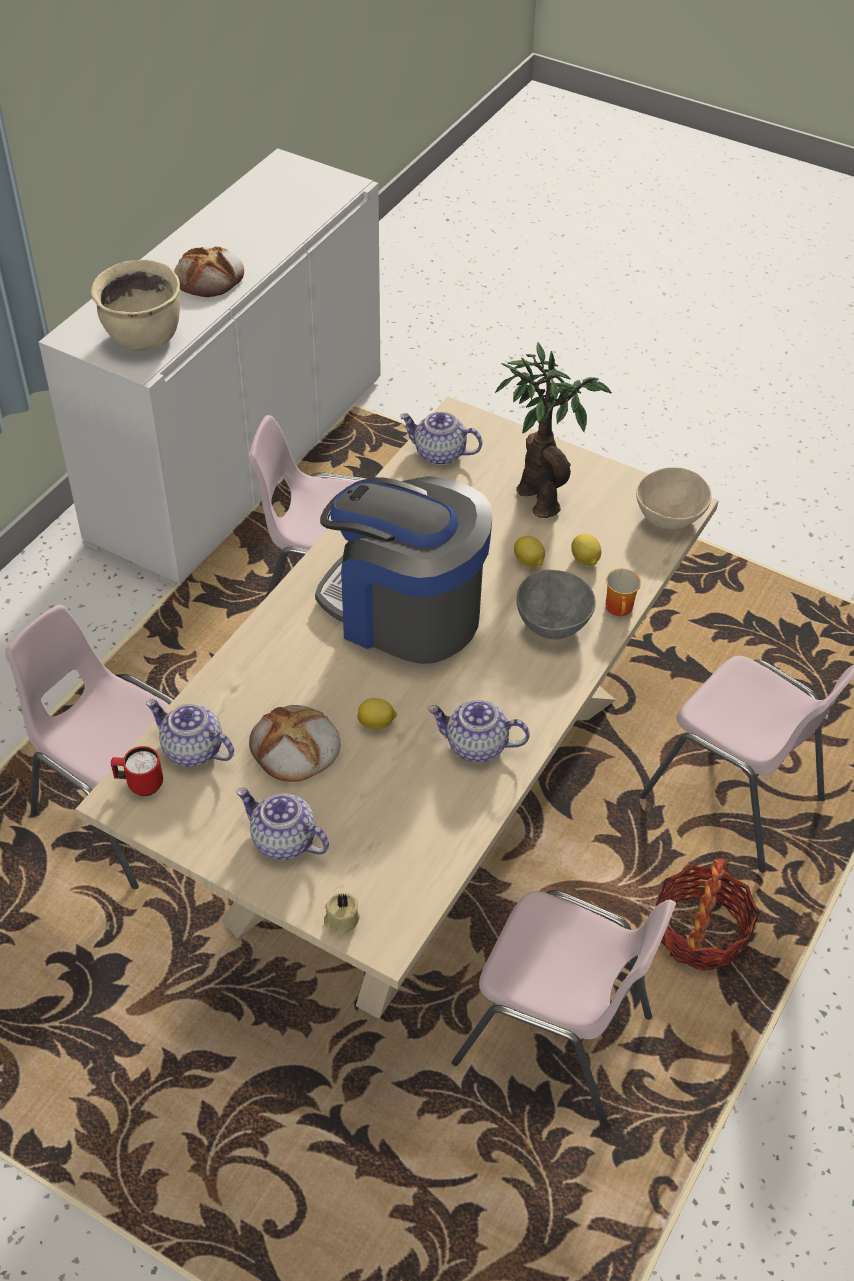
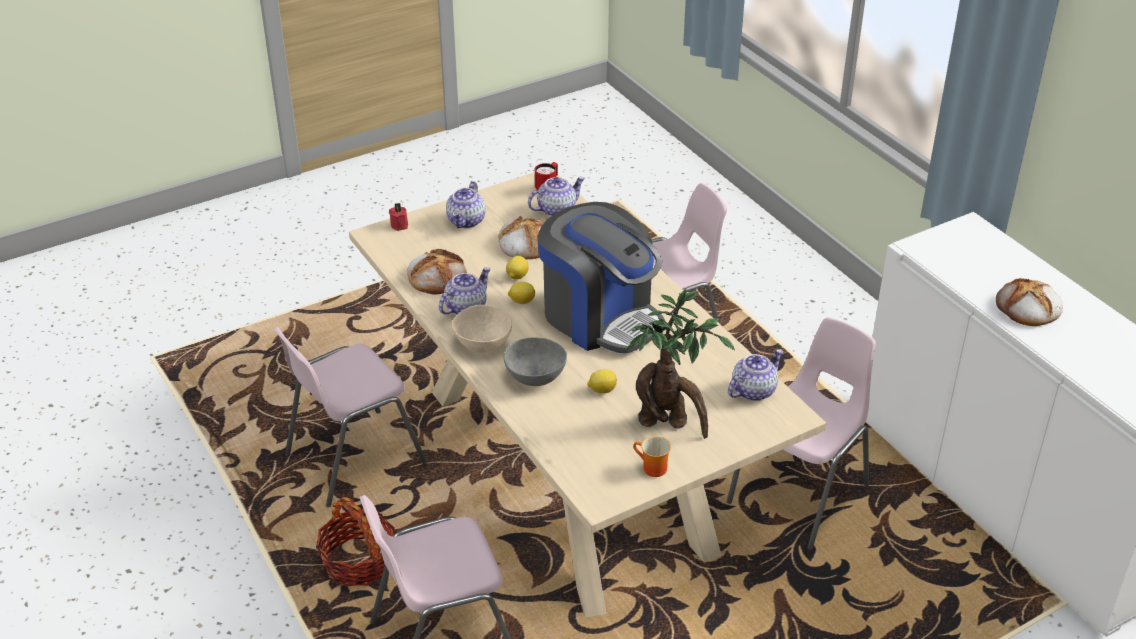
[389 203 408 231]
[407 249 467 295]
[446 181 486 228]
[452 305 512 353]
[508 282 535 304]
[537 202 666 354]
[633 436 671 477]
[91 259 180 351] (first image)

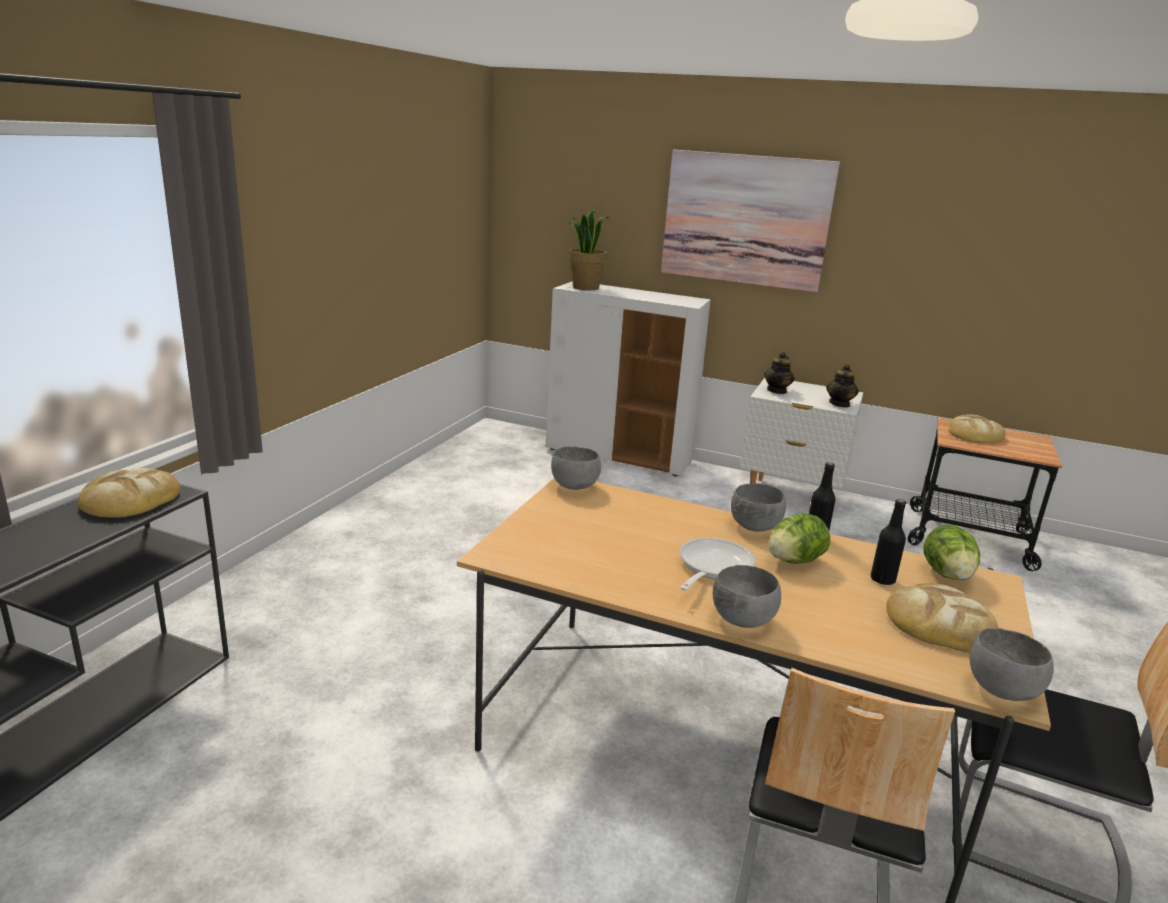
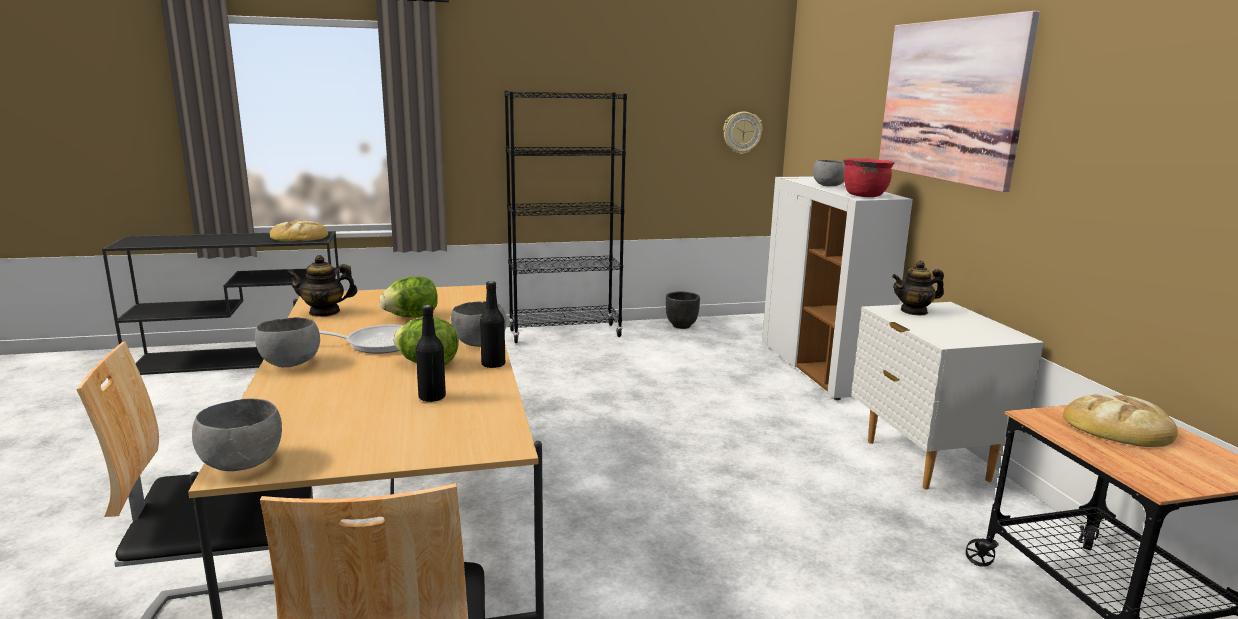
[287 255 358 317]
[380 276 438 317]
[504 91 627 343]
[666 291 700 329]
[723 112 763 154]
[813 160 845 186]
[843 158 894 197]
[569 210 609 290] (first image)
[886 583 999 652] (first image)

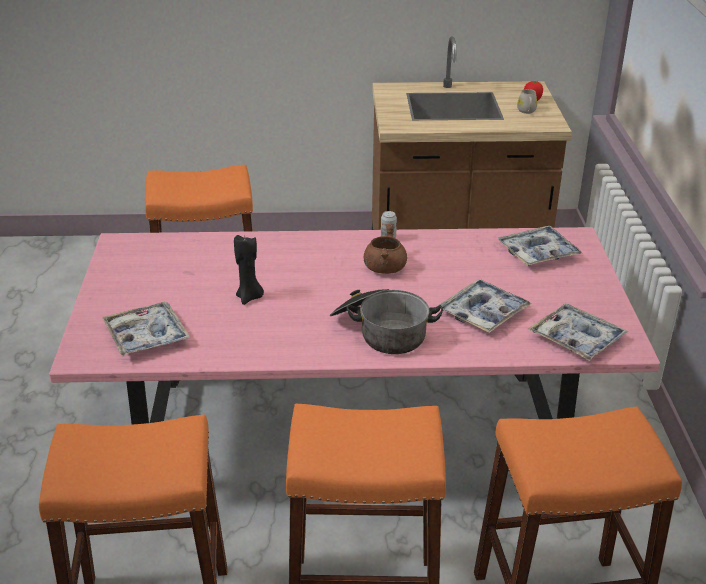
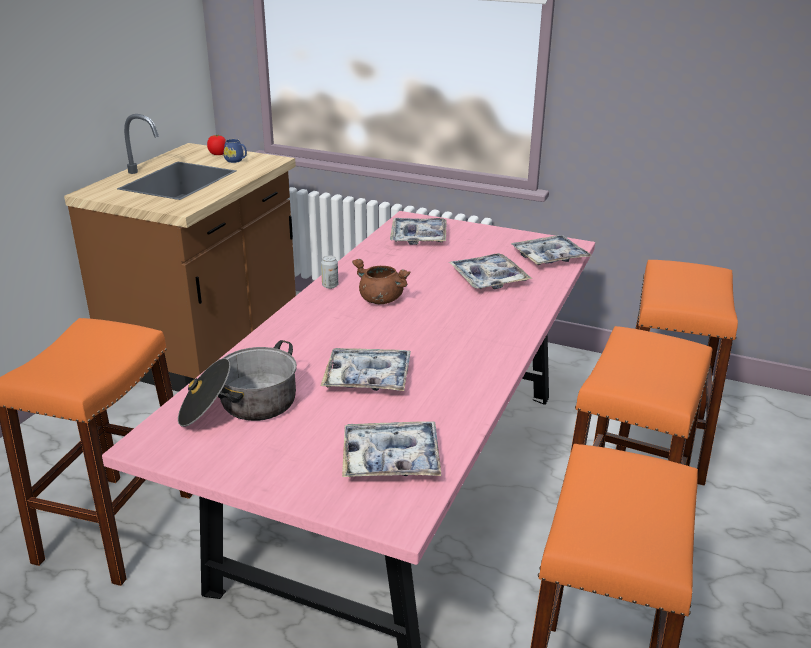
[178 340 297 427]
[224 139 247 163]
[320 348 411 391]

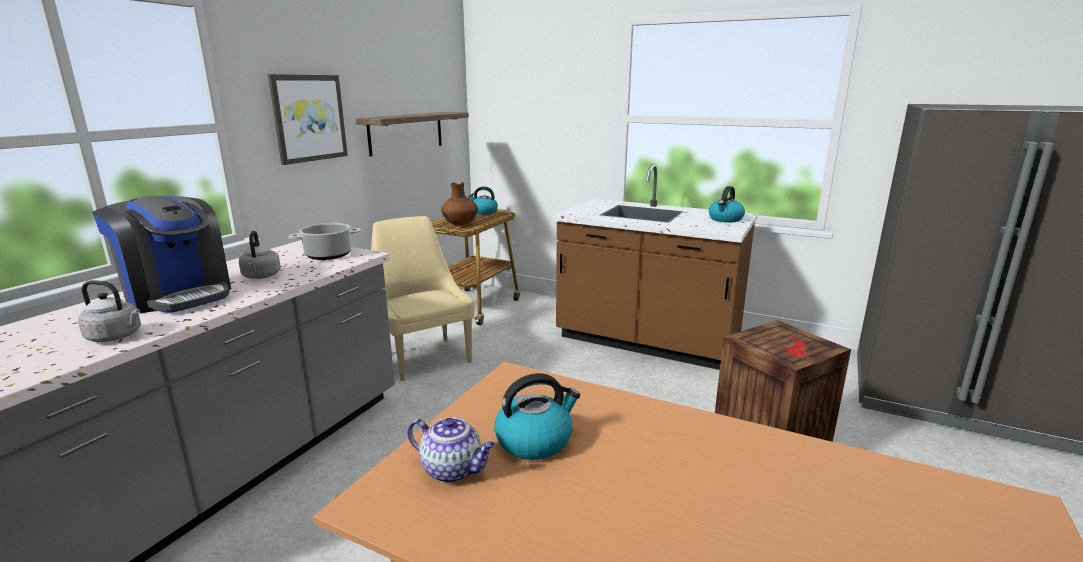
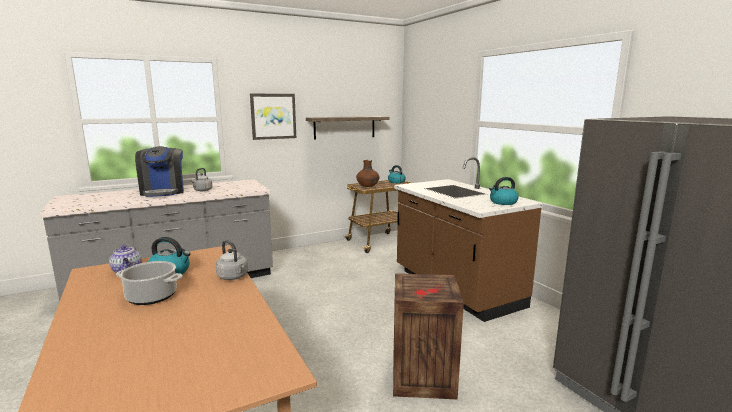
[116 261 183 305]
[216 240 248 280]
[371 216 475 381] (first image)

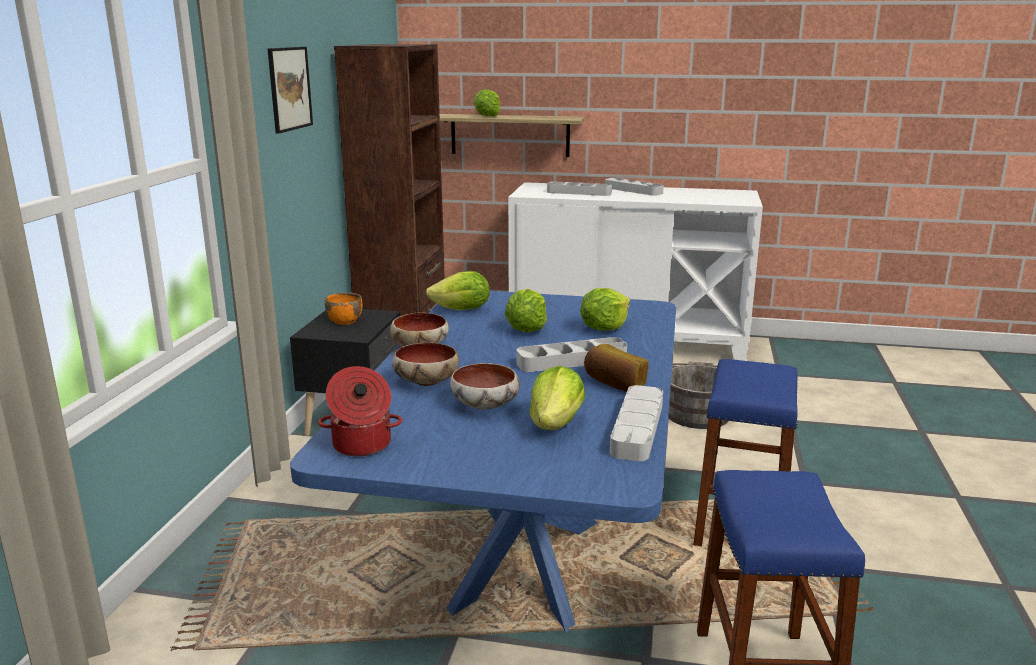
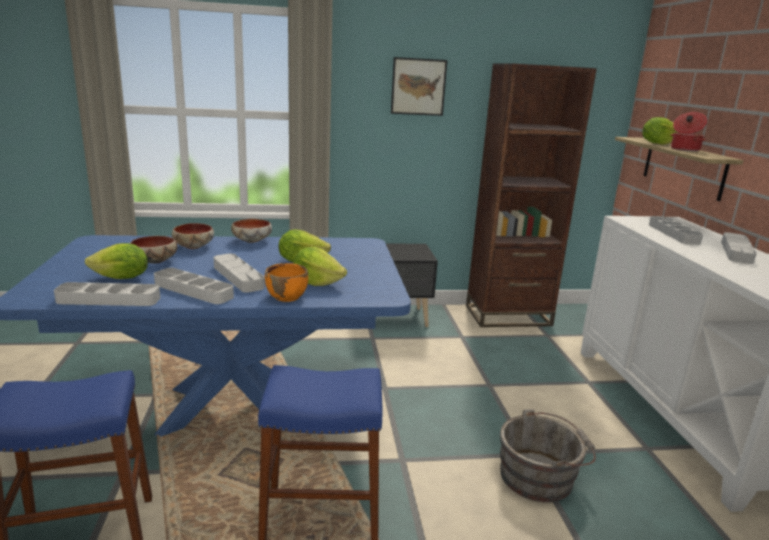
[154 268 234 304]
[265 263 308 302]
[671 112 707 151]
[426 271 490 310] (first image)

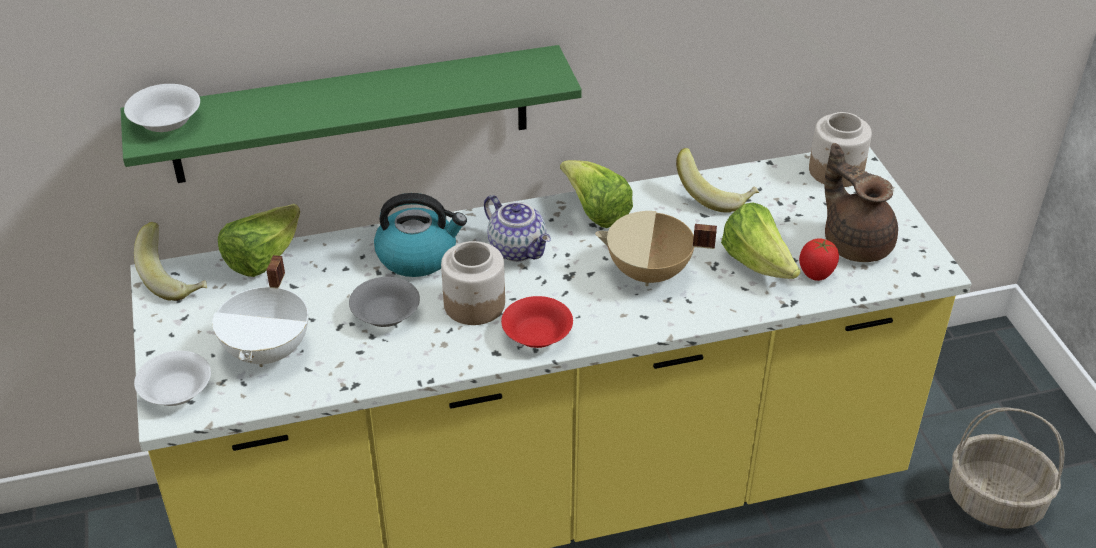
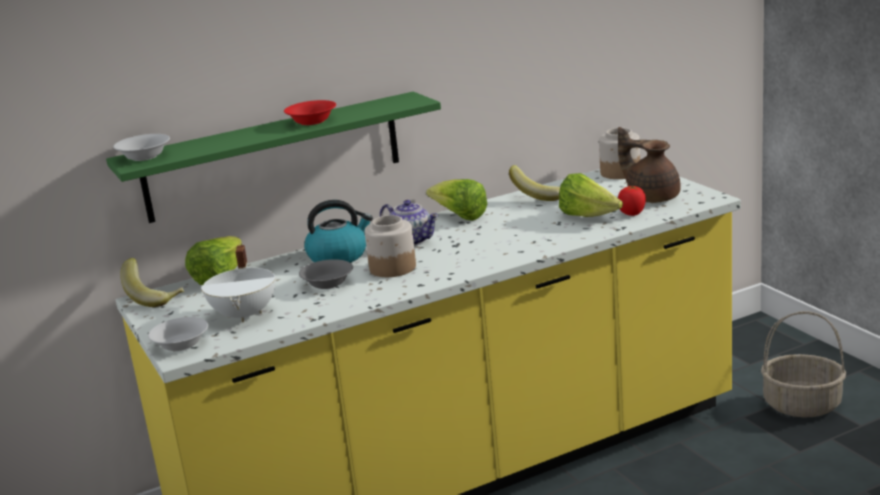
[284 100 336 125]
[595 211 717 286] (first image)

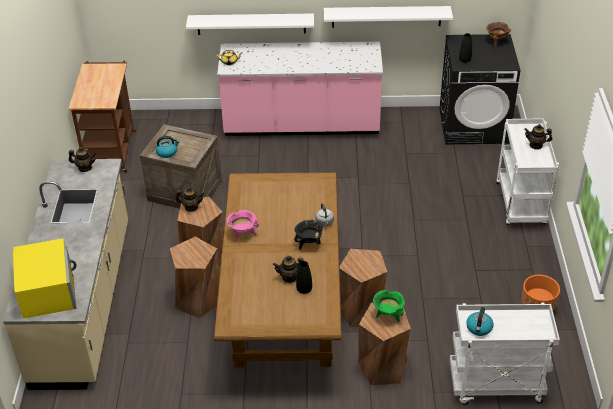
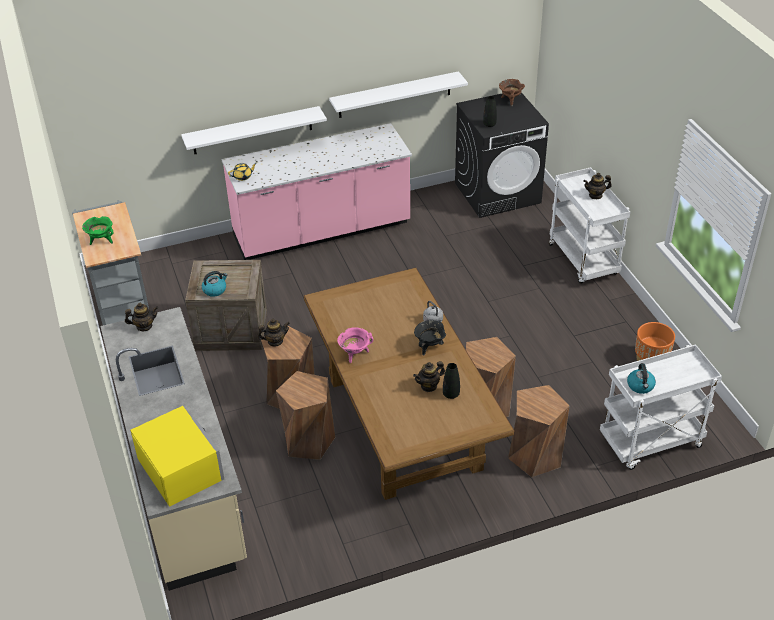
[72 200 149 325]
[82 216 114 245]

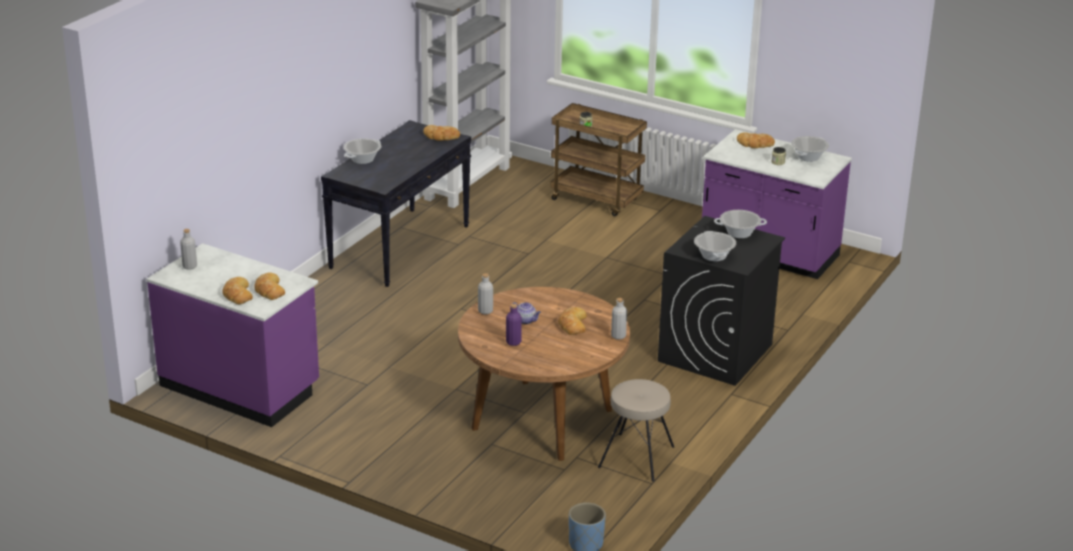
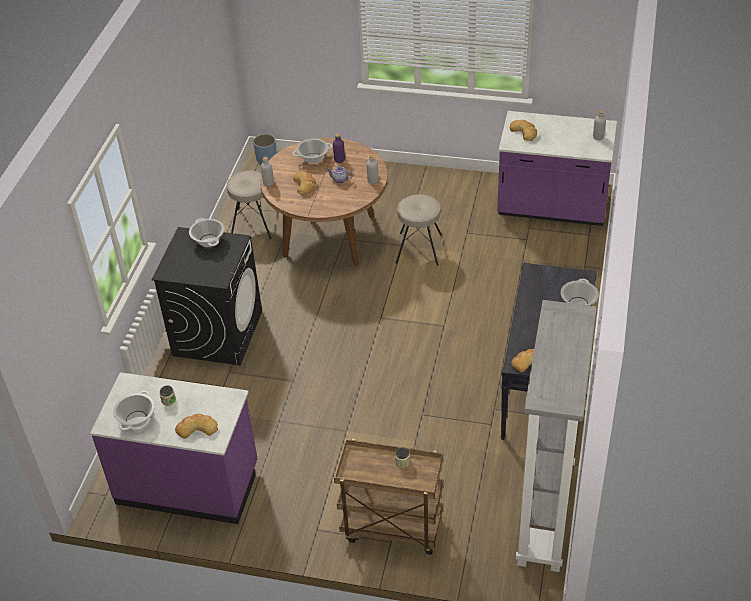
[292 139 333 164]
[396 194 442 266]
[222 277 253 304] (first image)

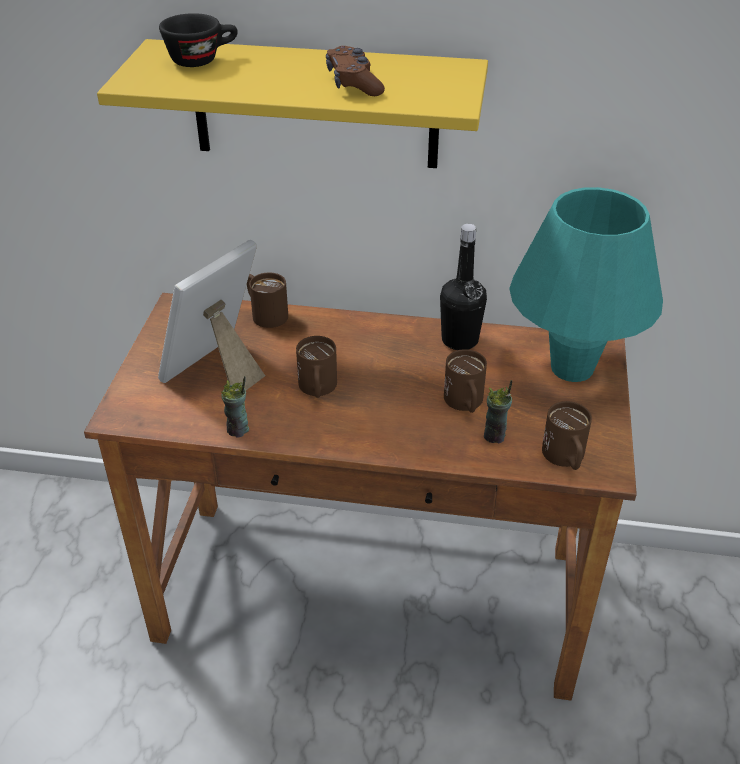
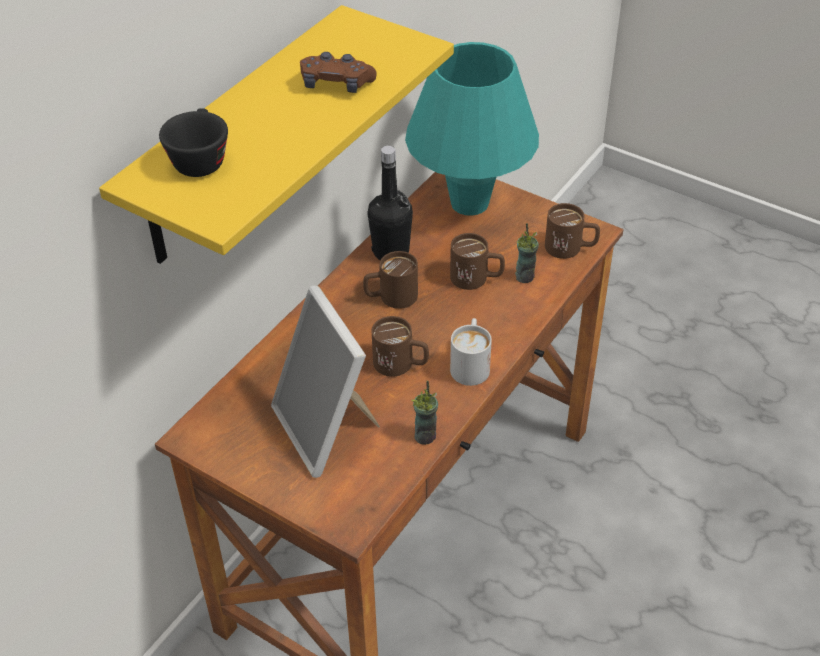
[363 251 418 309]
[450 318 492 386]

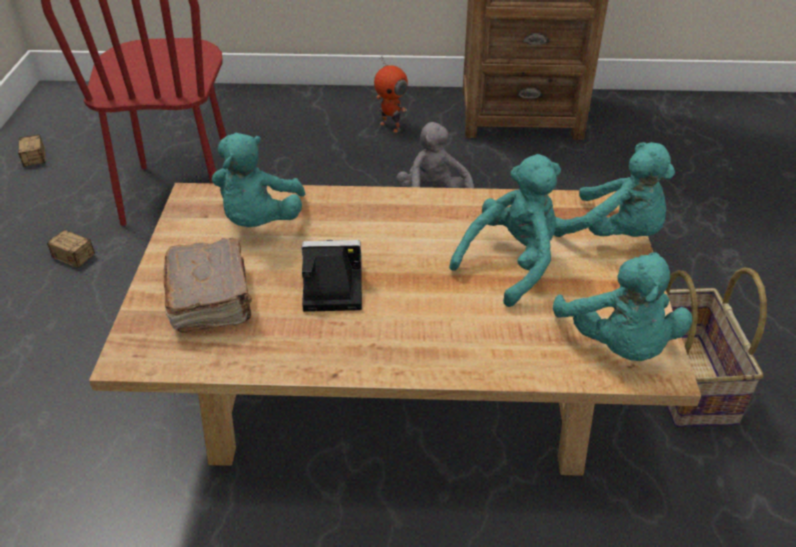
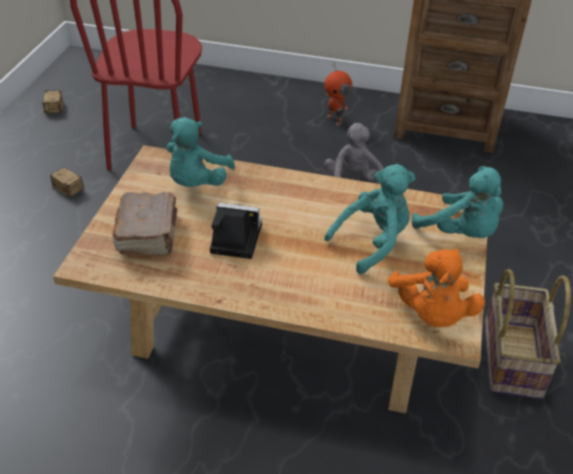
[388 249 485 327]

